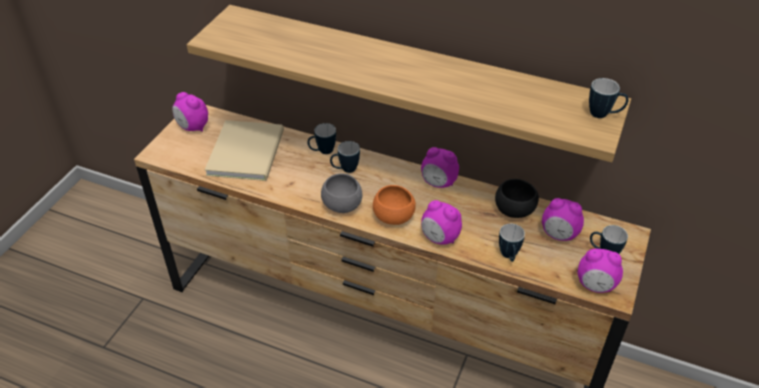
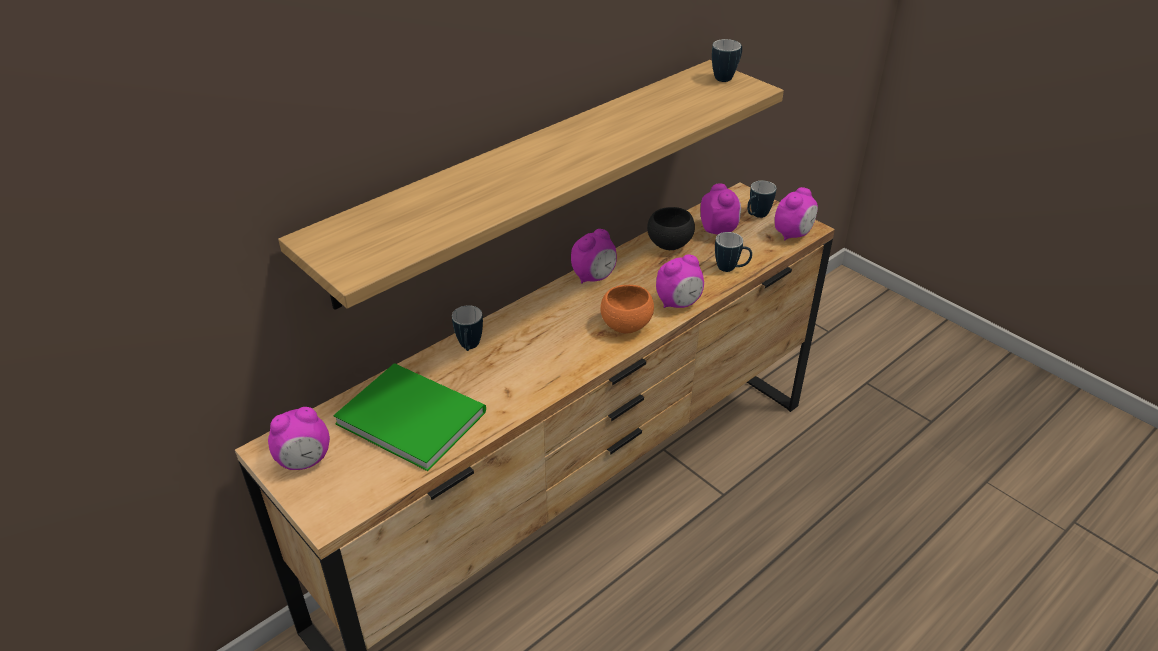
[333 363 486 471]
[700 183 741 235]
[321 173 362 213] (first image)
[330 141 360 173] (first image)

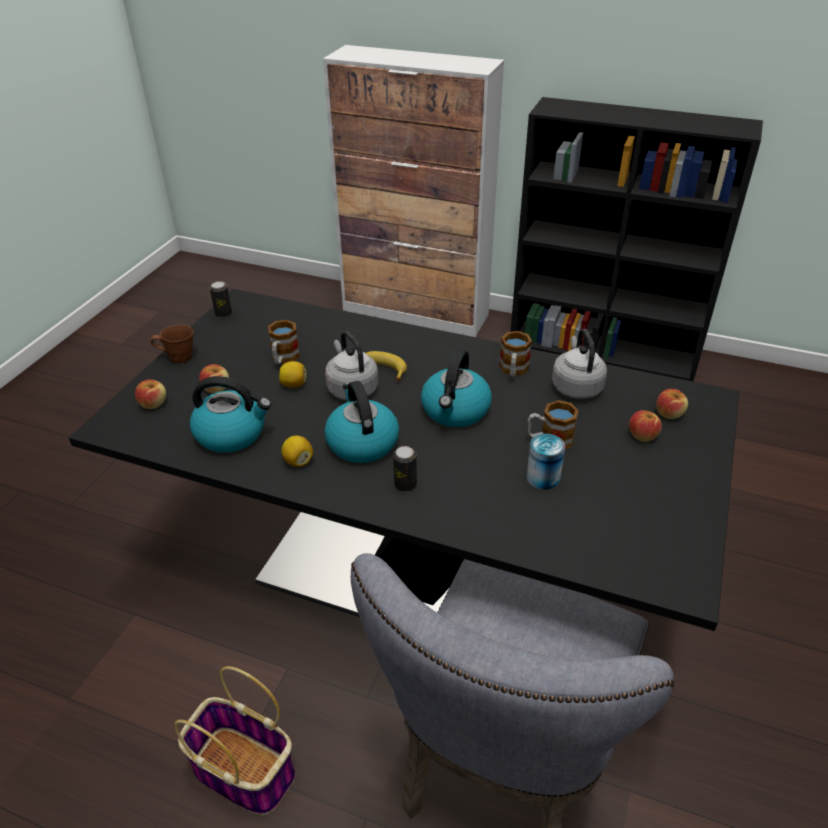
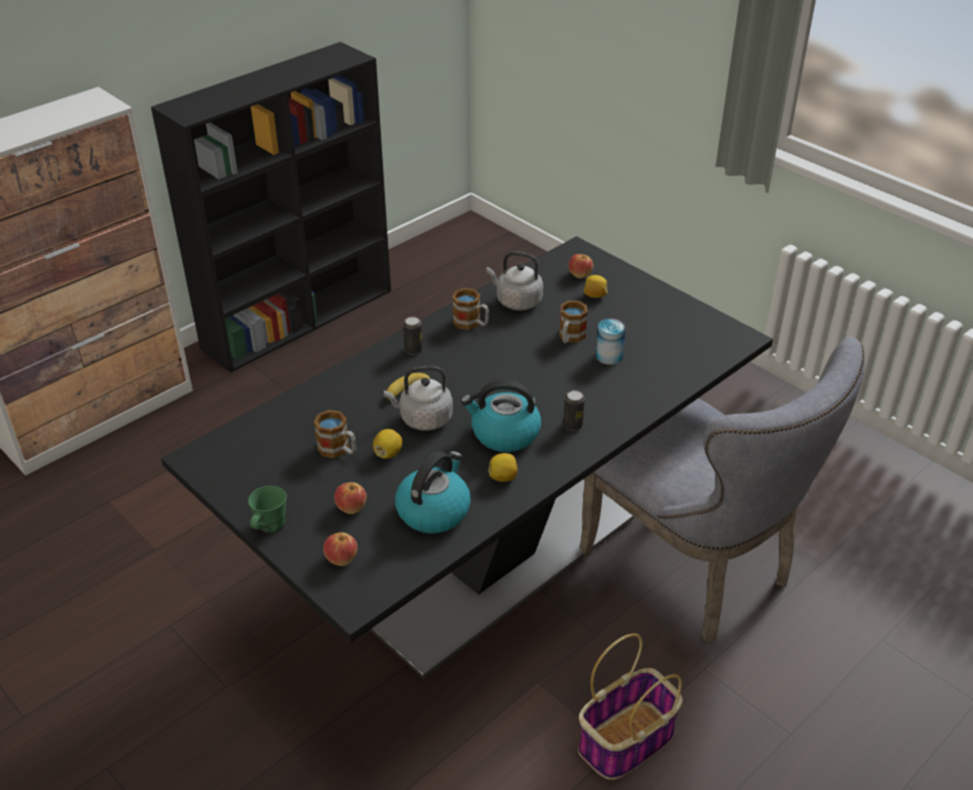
[248 486 287 533]
[403 317 423 355]
[584 275 607 298]
[421 349 492 427] (first image)

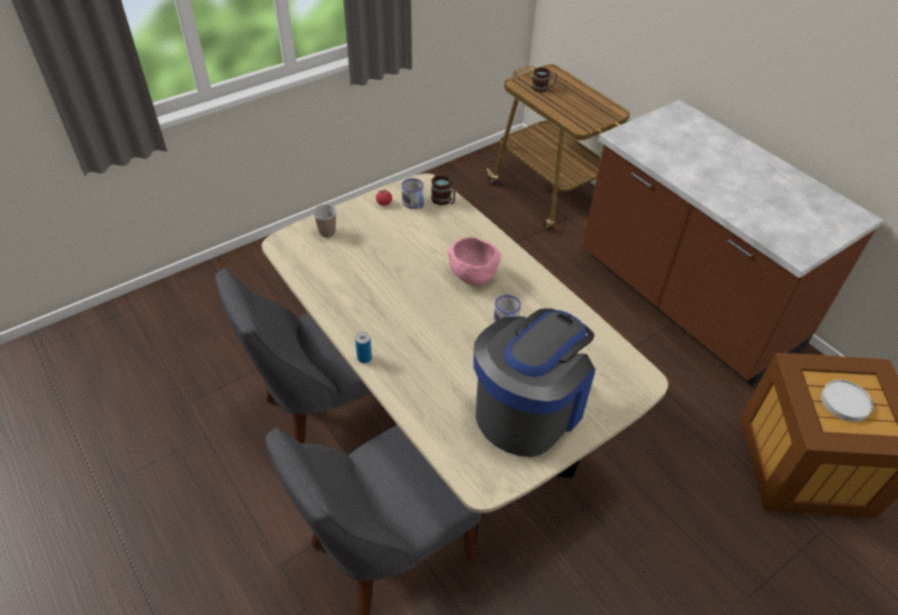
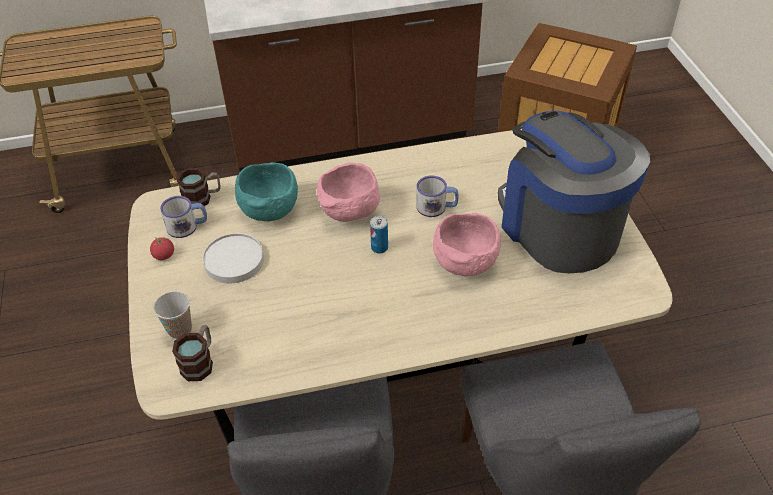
[172 325 213 381]
[202 233 264 284]
[235 162 298 221]
[370 216 388 254]
[433 213 501 277]

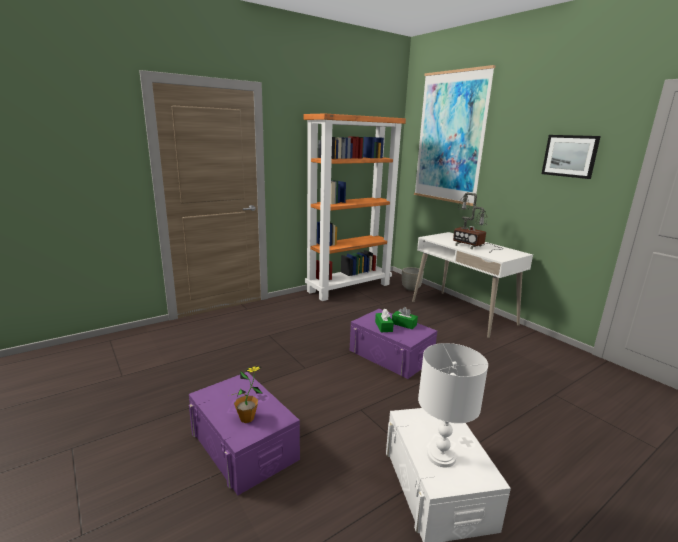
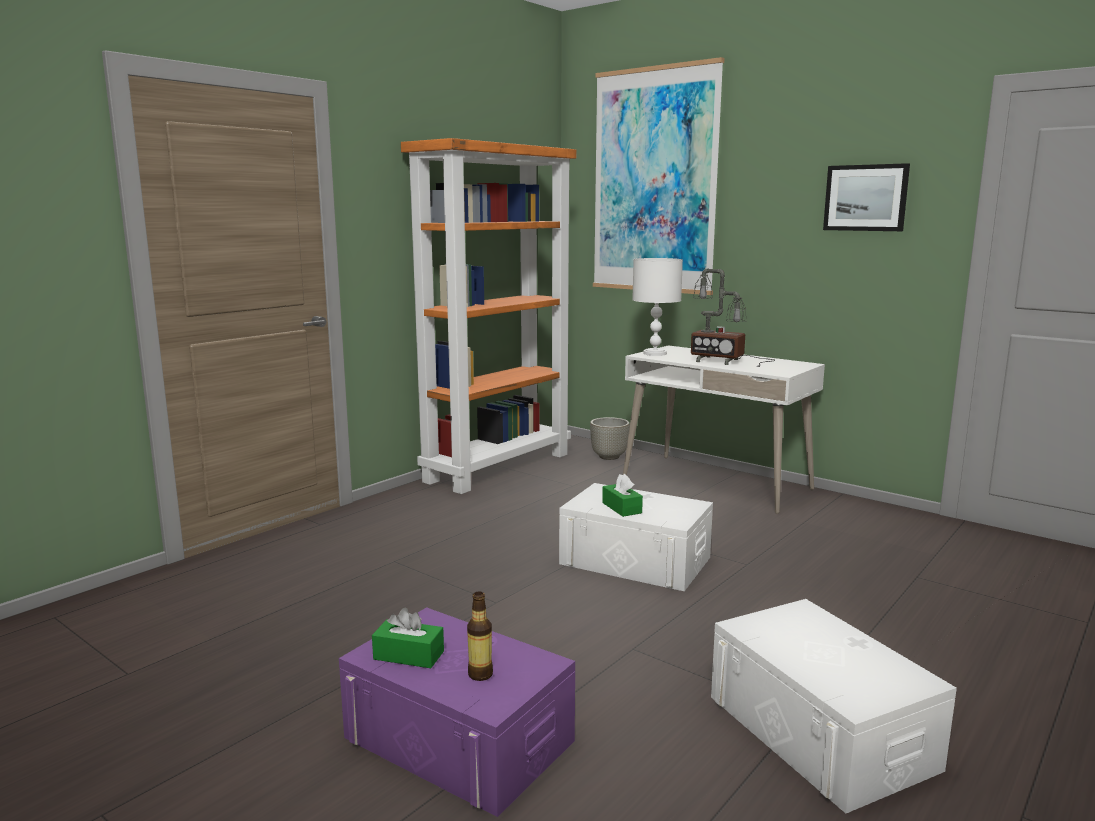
[372 608 444 668]
[467 591 493 681]
[559 483 713 591]
[632 258 683 356]

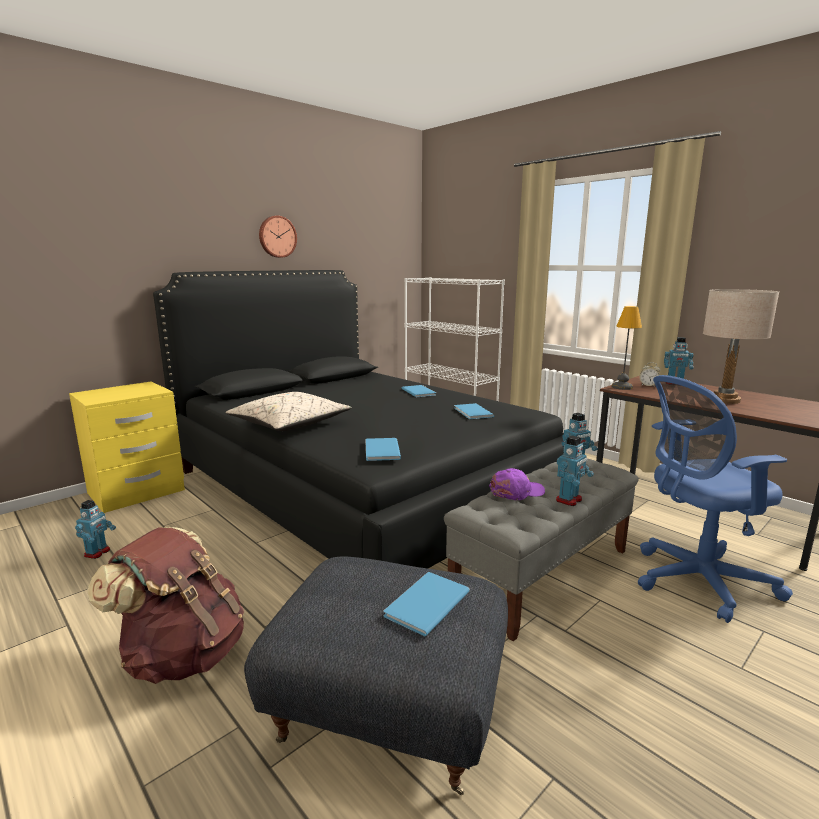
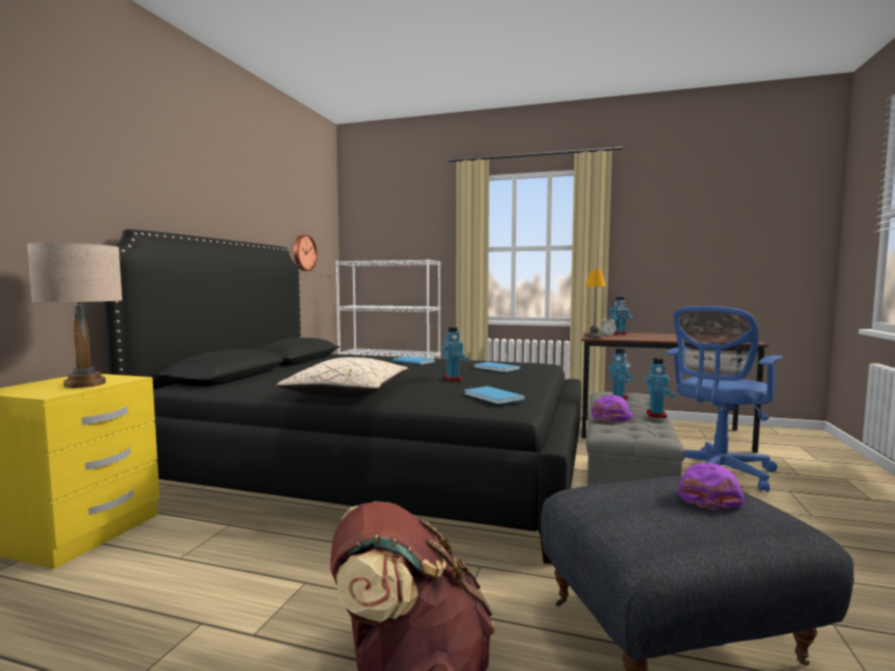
[27 243 122 388]
[294 235 317 271]
[442 326 469 381]
[677 463 745 510]

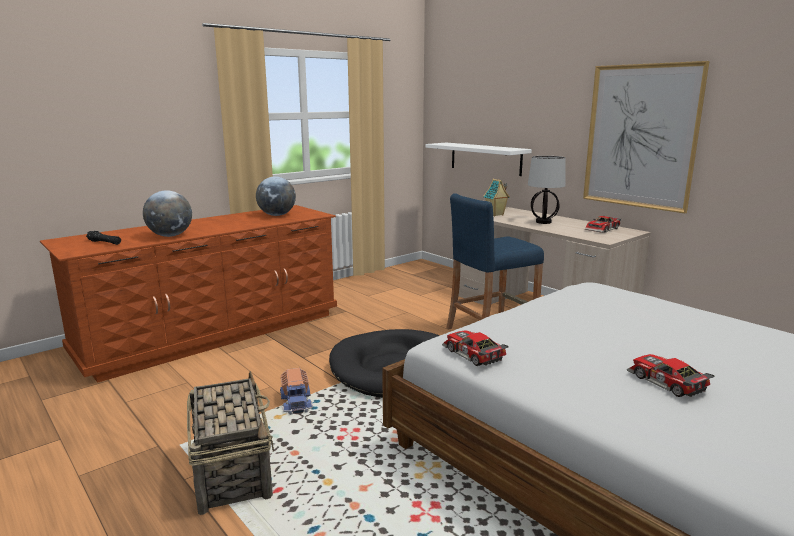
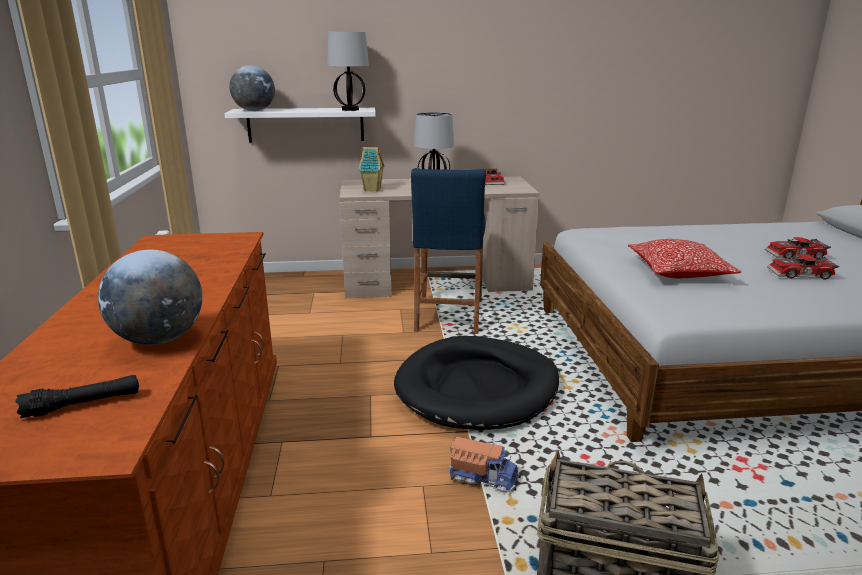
[229 65 275 111]
[327 32 369 111]
[628 239 741 278]
[765 237 831 259]
[583 61 709 213] (first image)

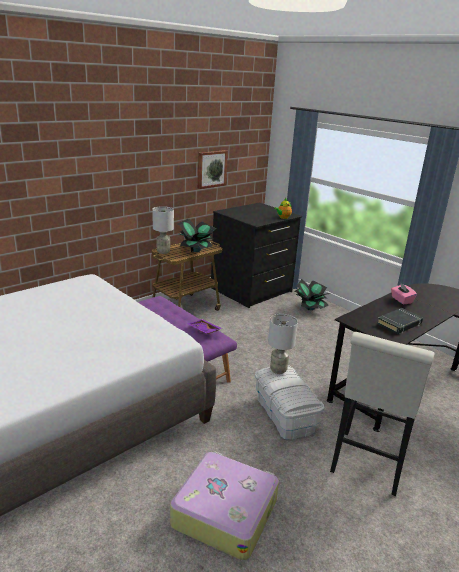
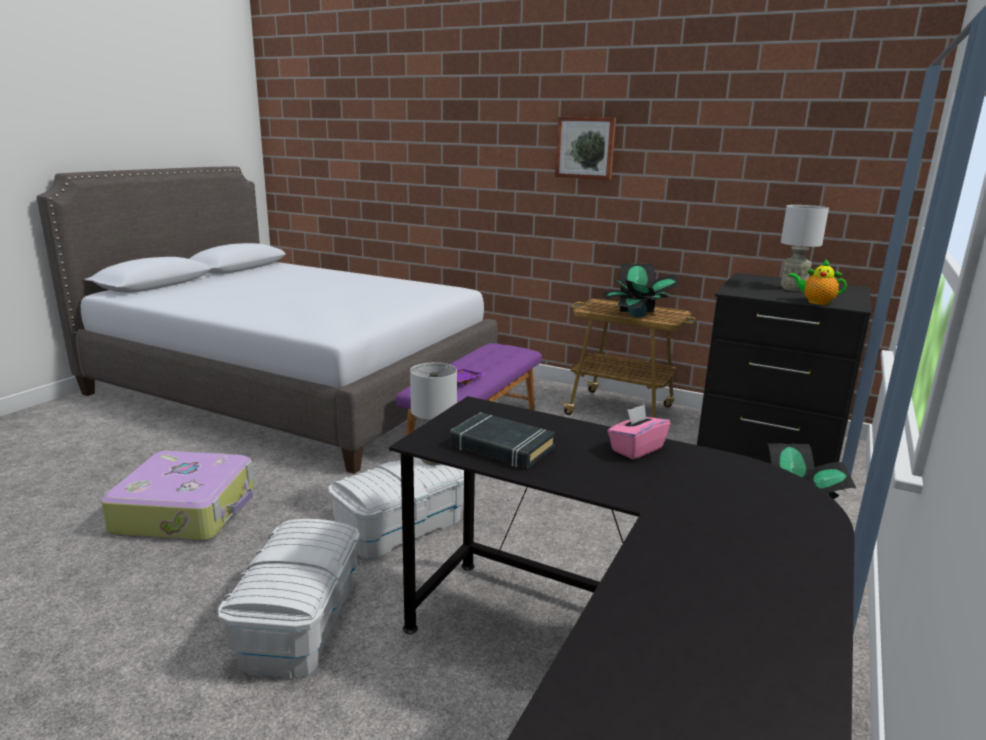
[218 519 360 679]
[555 117 616 180]
[781 205 829 291]

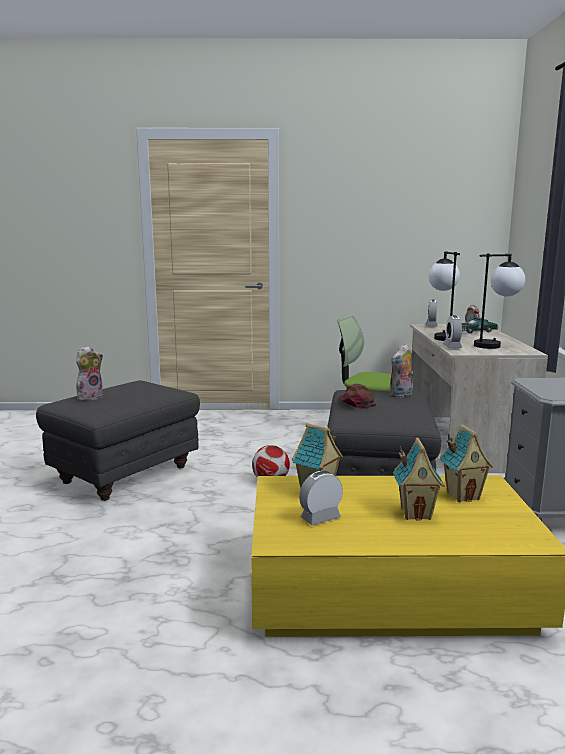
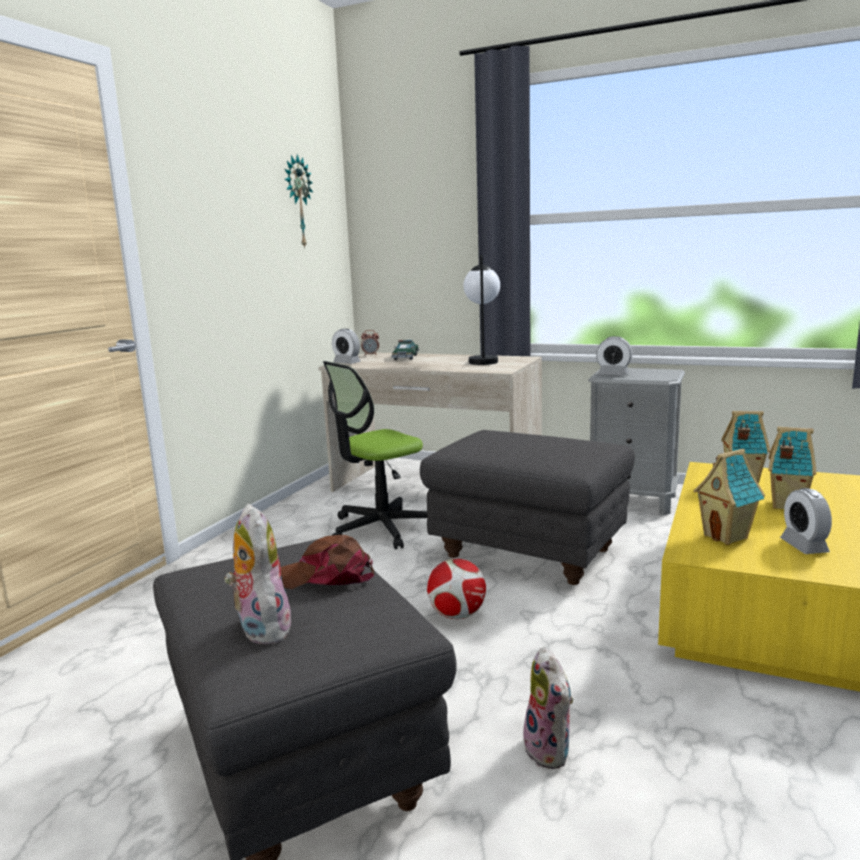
[281 535 374 589]
[284 154 313 249]
[520 647 573 769]
[596 336 633 375]
[429 251 460 341] (first image)

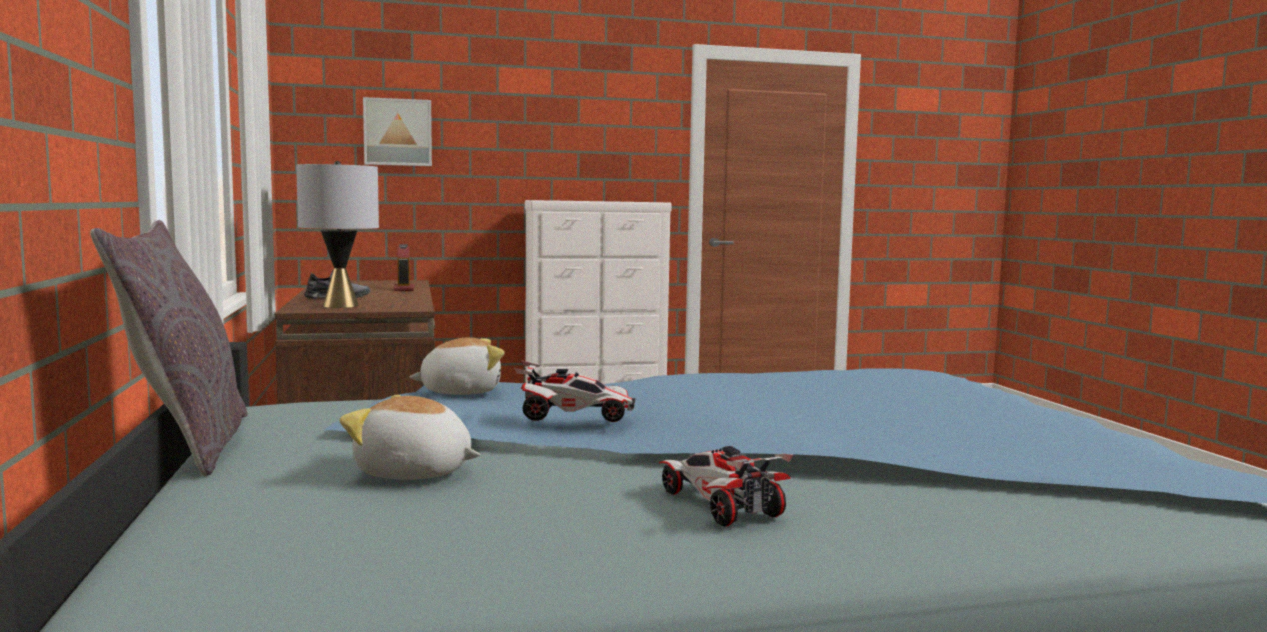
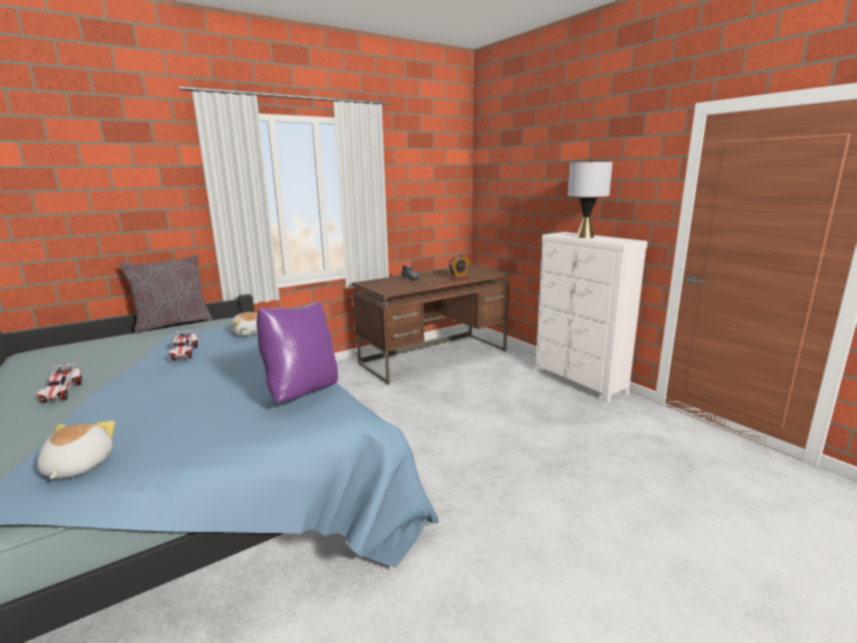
[36 360 83 403]
[37 421 115 479]
[257 302 338 403]
[568 160 613 238]
[363 97 432 166] (first image)

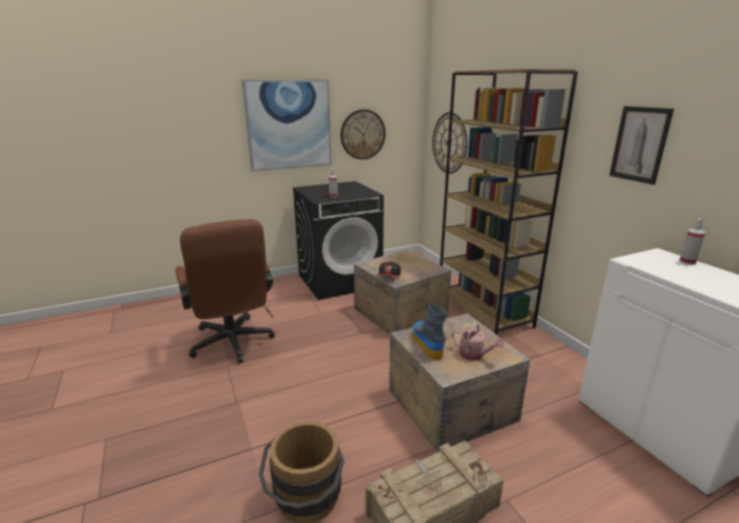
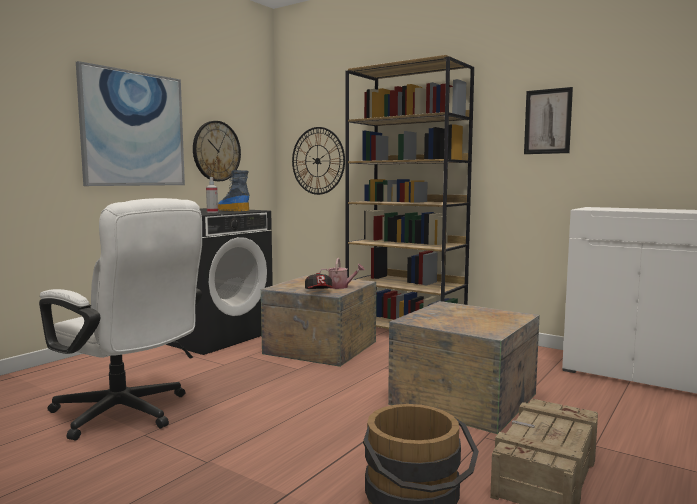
[39 198 202 440]
[218 170 250 211]
[319 258 365 289]
[679 218 706 265] (first image)

